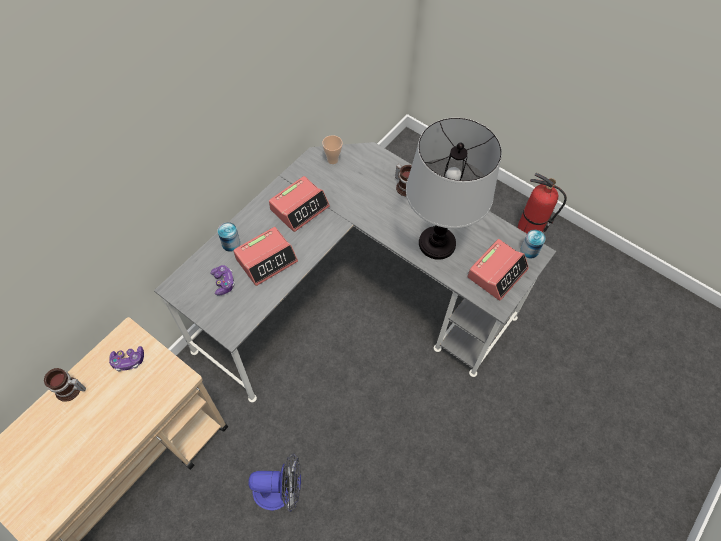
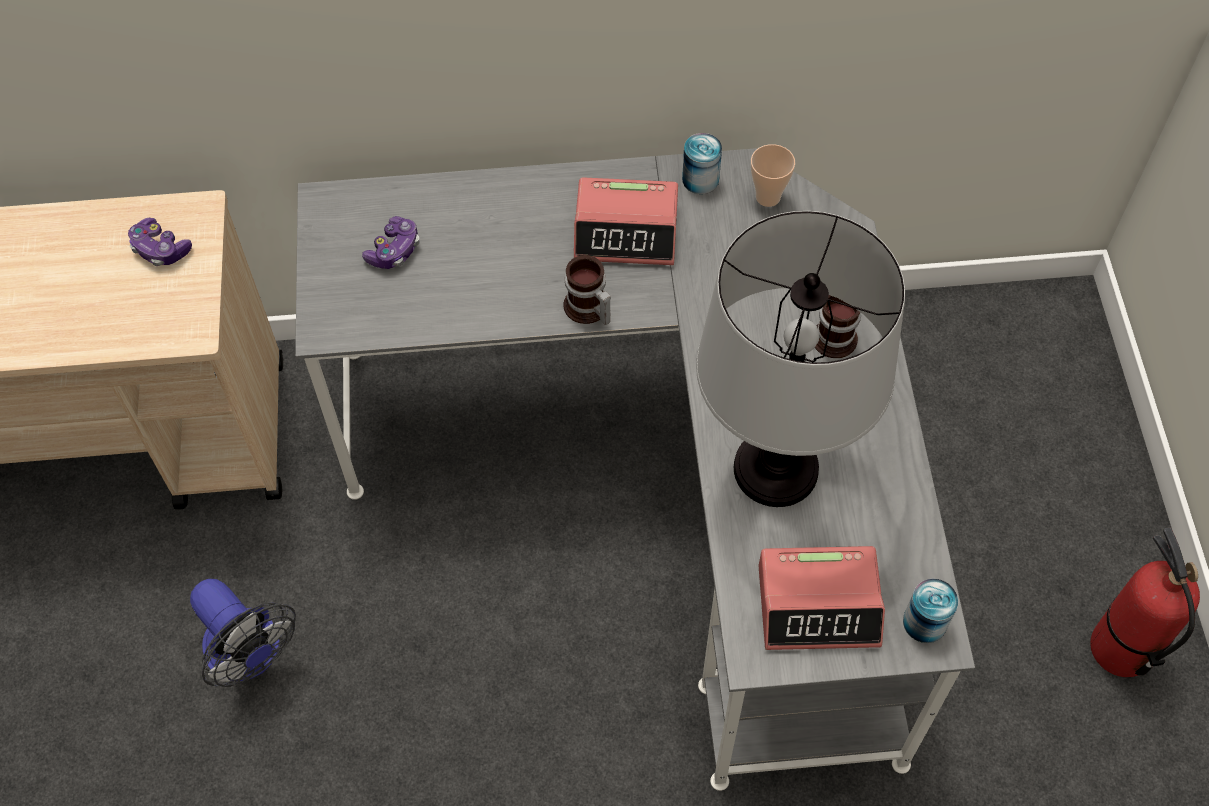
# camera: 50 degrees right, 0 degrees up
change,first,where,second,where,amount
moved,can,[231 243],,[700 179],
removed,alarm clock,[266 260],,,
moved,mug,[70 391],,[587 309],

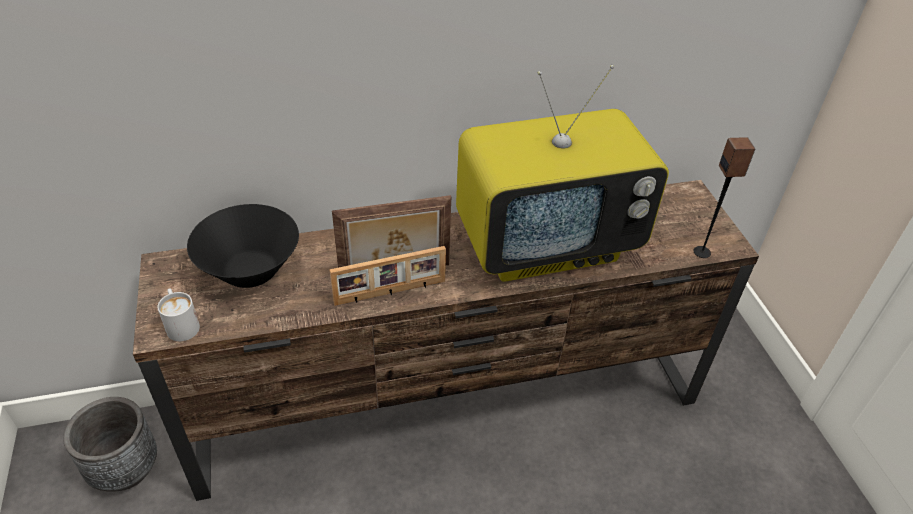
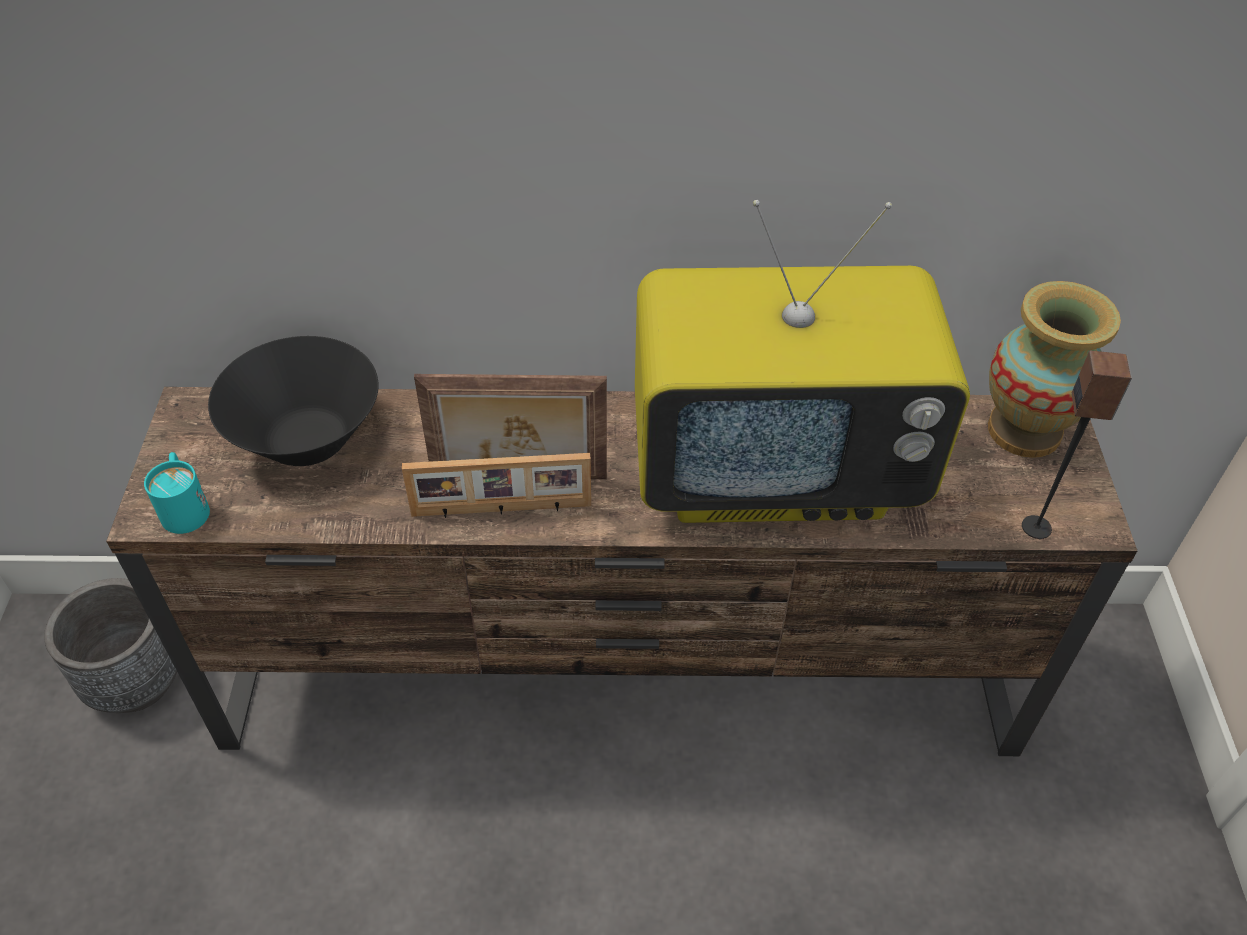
# camera: 15 degrees right, 5 degrees up
change,first,where,second,where,amount
recoloured,white mug,[181 324],turquoise mug,[185 506],
added,,,vase,[1024 431],

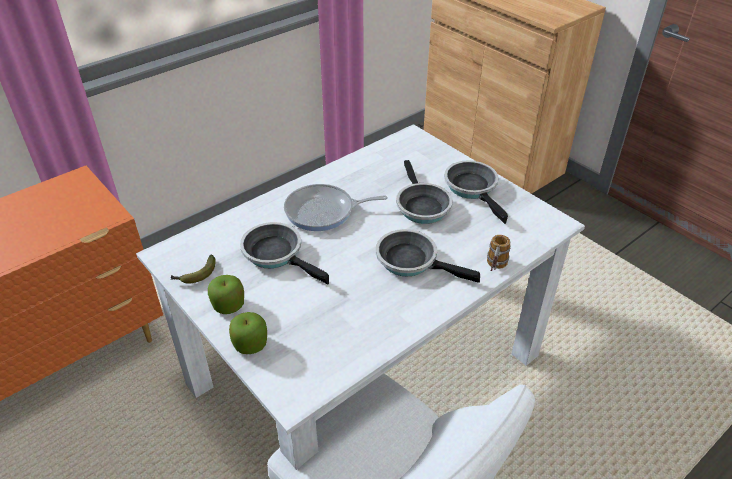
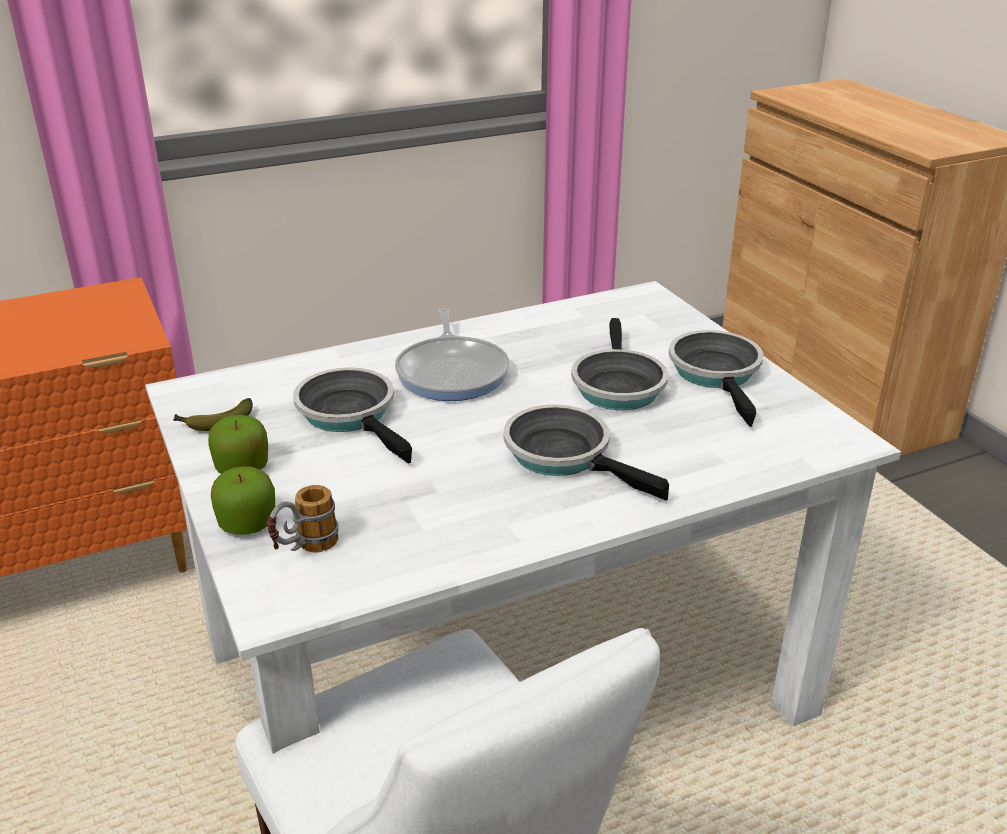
# camera: 15 degrees right, 10 degrees down
change,first,where,second,where,amount
turned,frying pan,[323 212],,[453 372],105 degrees counterclockwise
moved,mug,[495 268],,[304 550],

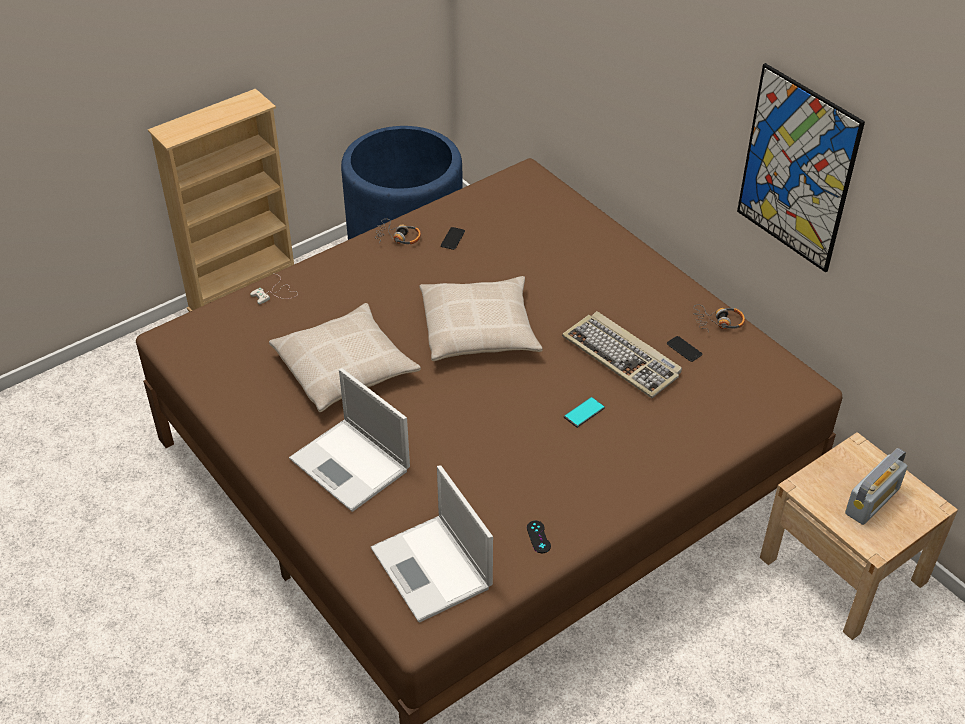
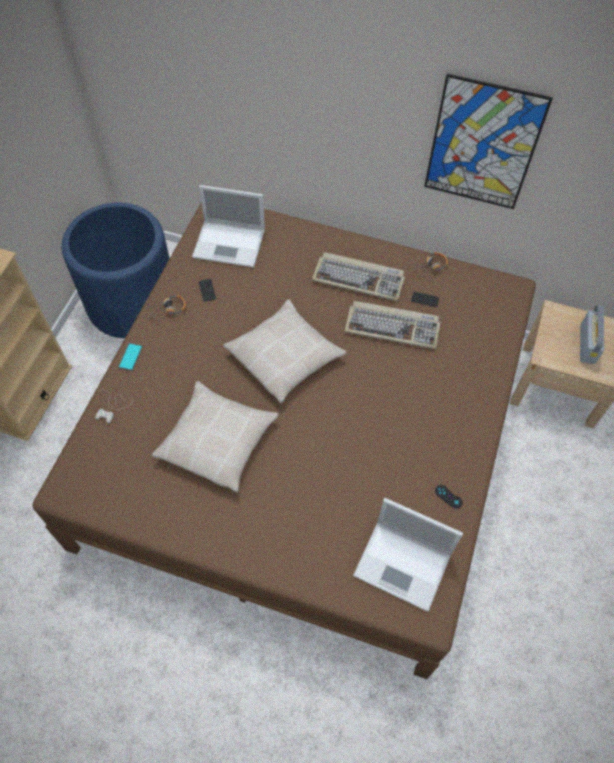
# camera: 35 degrees left, 15 degrees up
change,first,where,second,where,amount
moved,laptop,[351 465],,[230 243],
moved,phone,[584 412],,[130 357],
added,,,keyboard,[359 278],

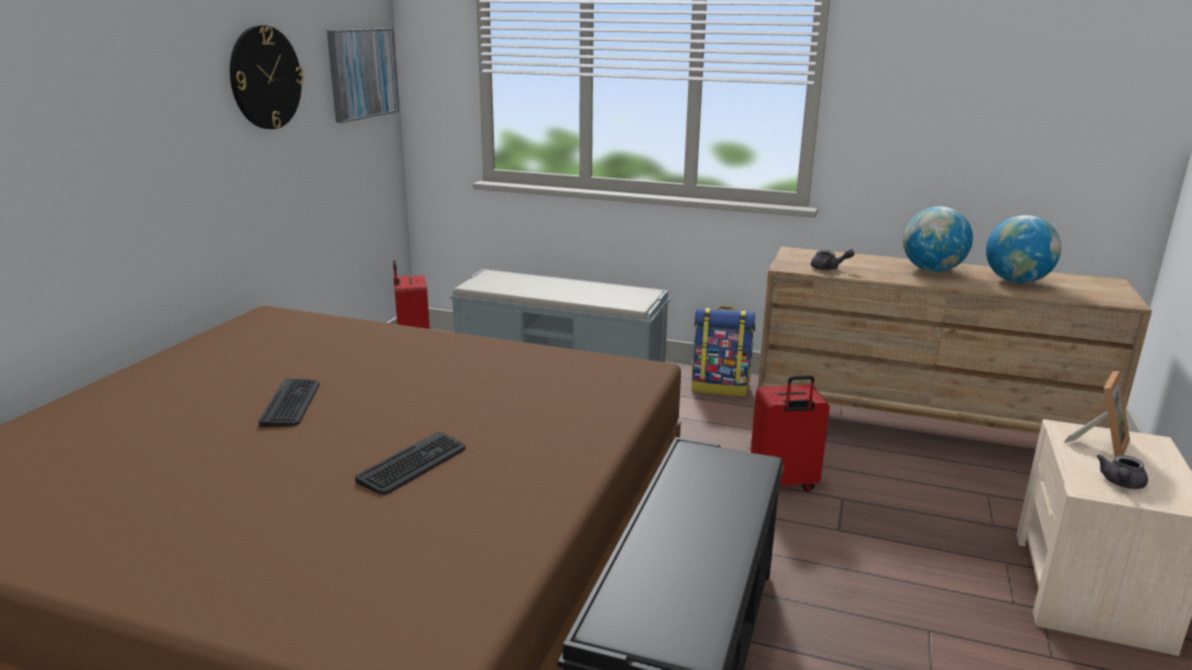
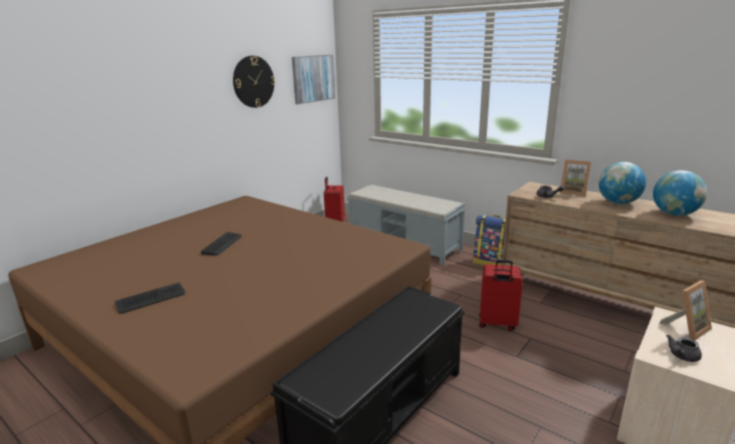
# camera: 20 degrees right, 0 degrees up
change,first,where,second,where,amount
moved,keyboard,[413 464],,[151 299],
added,,,picture frame,[573 192],

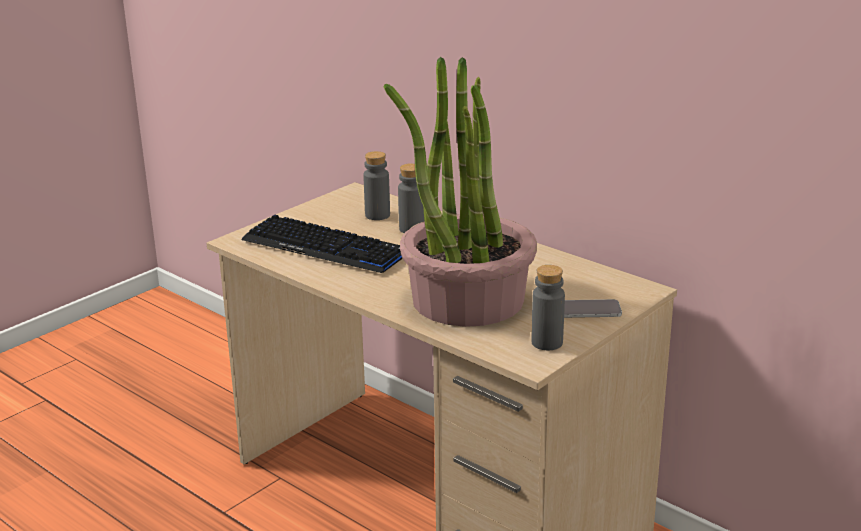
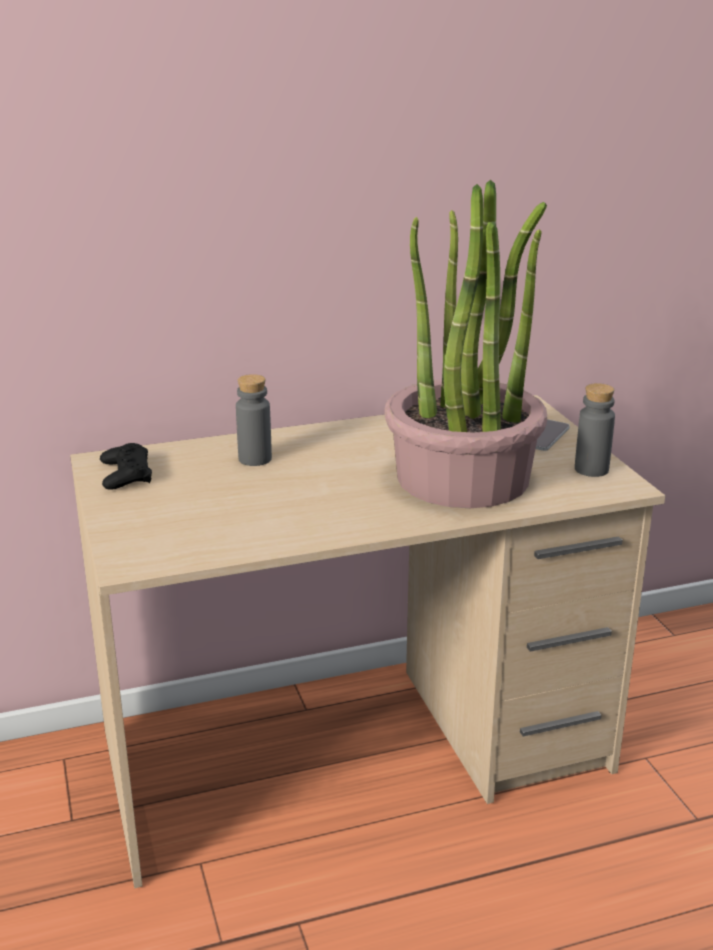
# camera: 60 degrees left, 0 degrees up
change,first,where,second,where,amount
removed,grey bottle,[377 215],,,
removed,keyboard,[326 247],,,
added,,,black game controller,[126 474],

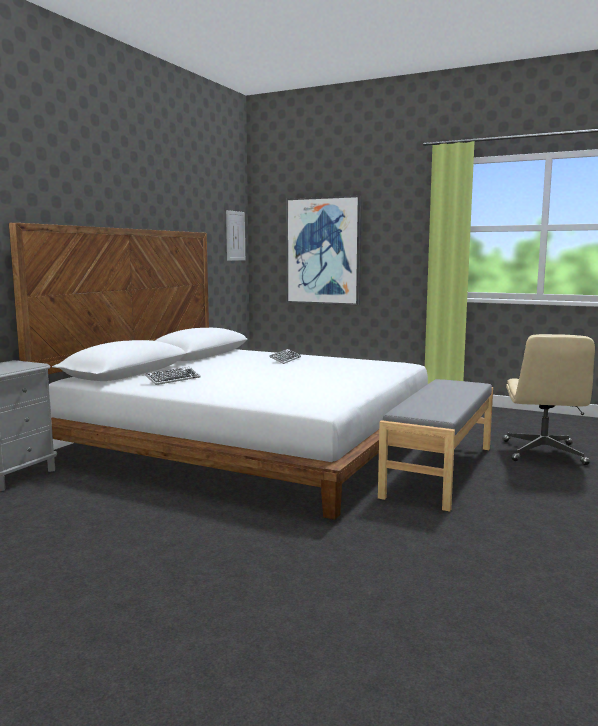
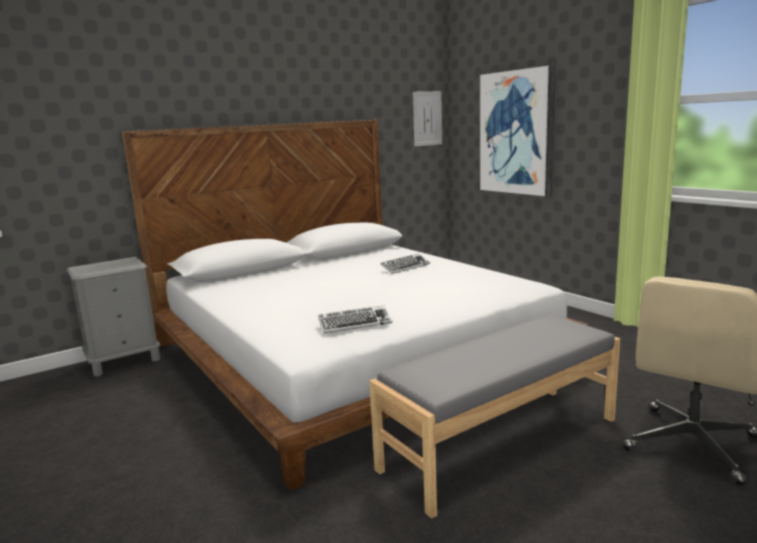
# camera: 30 degrees right, 5 degrees up
change,first,where,second,where,amount
moved,keyboard,[173 379],,[355 324],

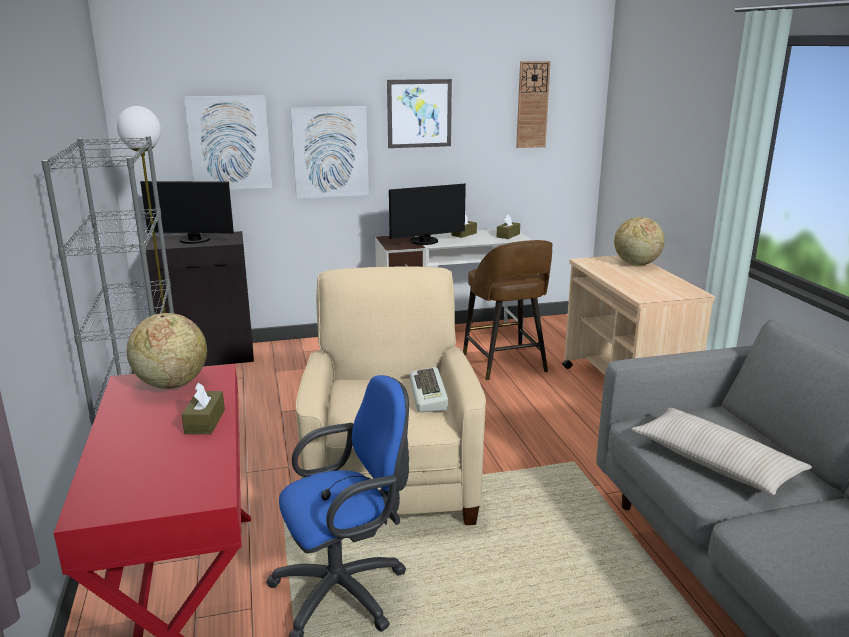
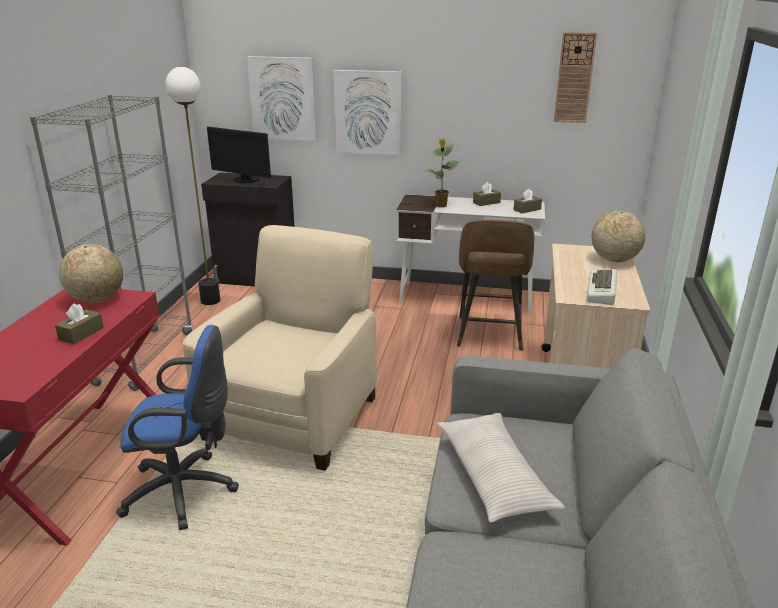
# camera: 25 degrees right, 5 degrees up
change,first,where,second,where,amount
removed,picture,[419 113],,,
replaced,monitor,[425 242],potted plant,[441 206],
moved,keyboard,[430 395],,[602 291],

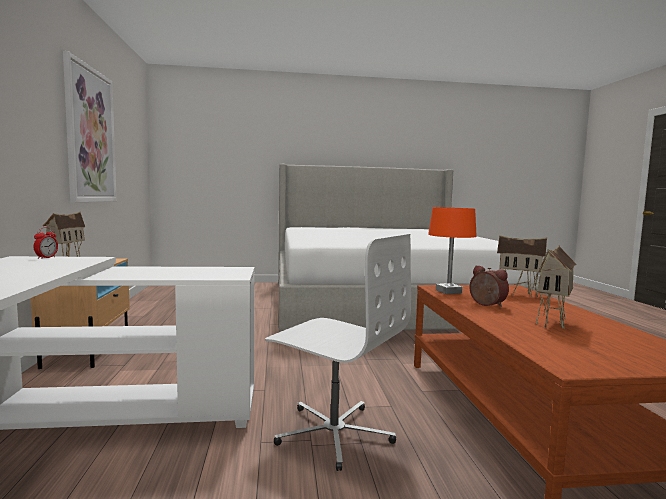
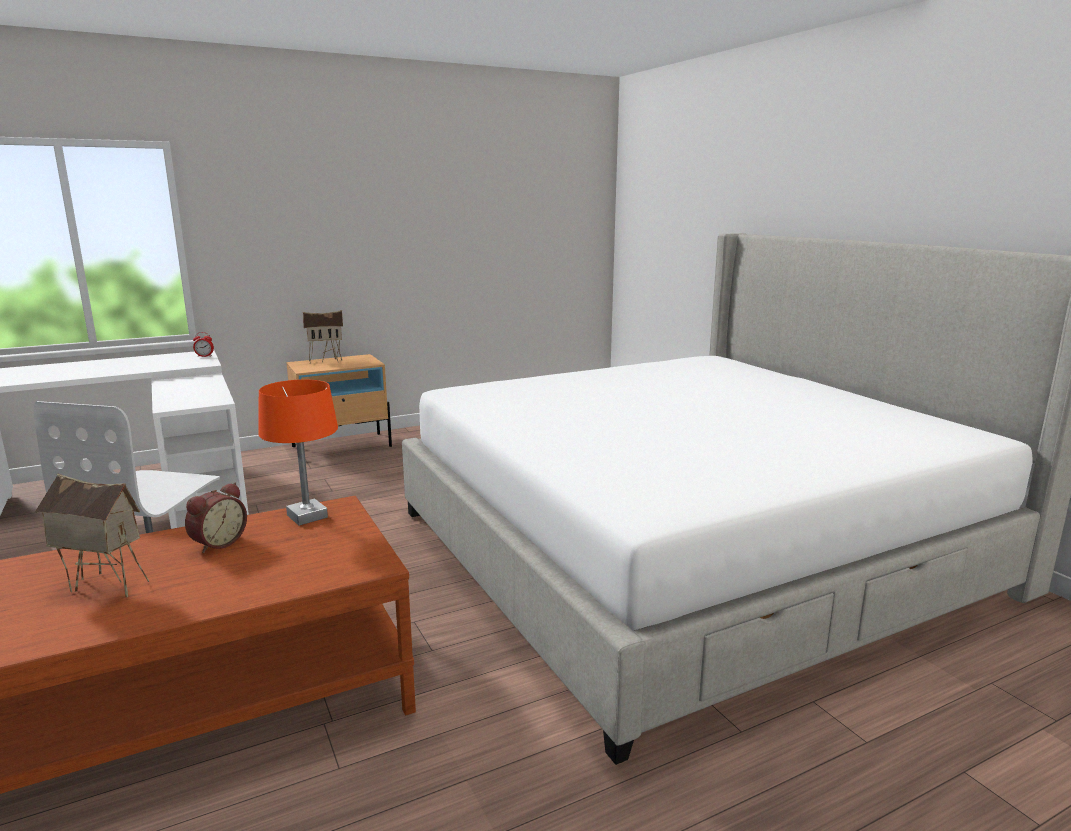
# camera: 70 degrees right, 10 degrees up
change,first,where,second,where,amount
removed,picture,[90 135],,,
removed,toy house,[518 294],,,

